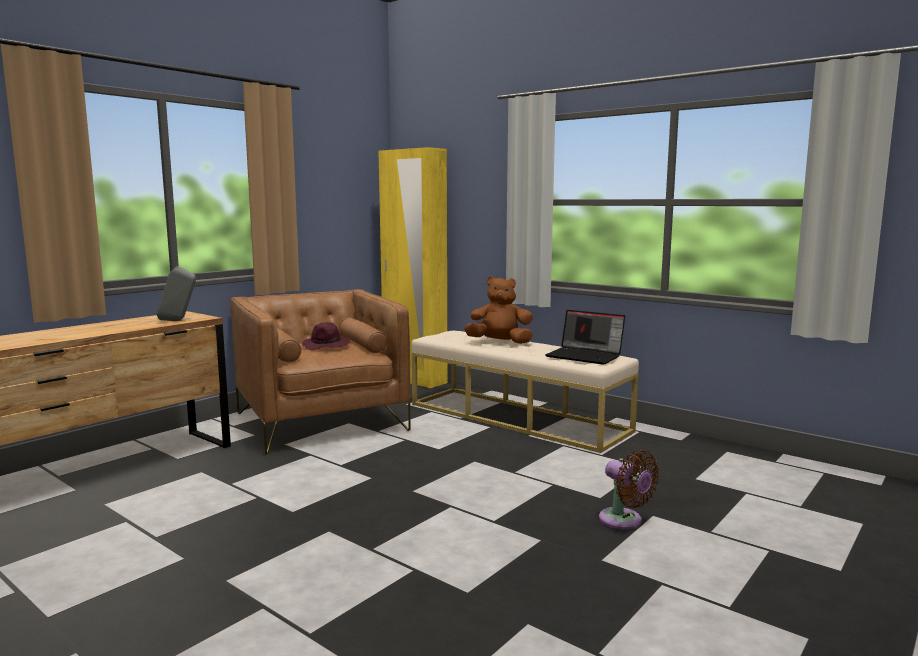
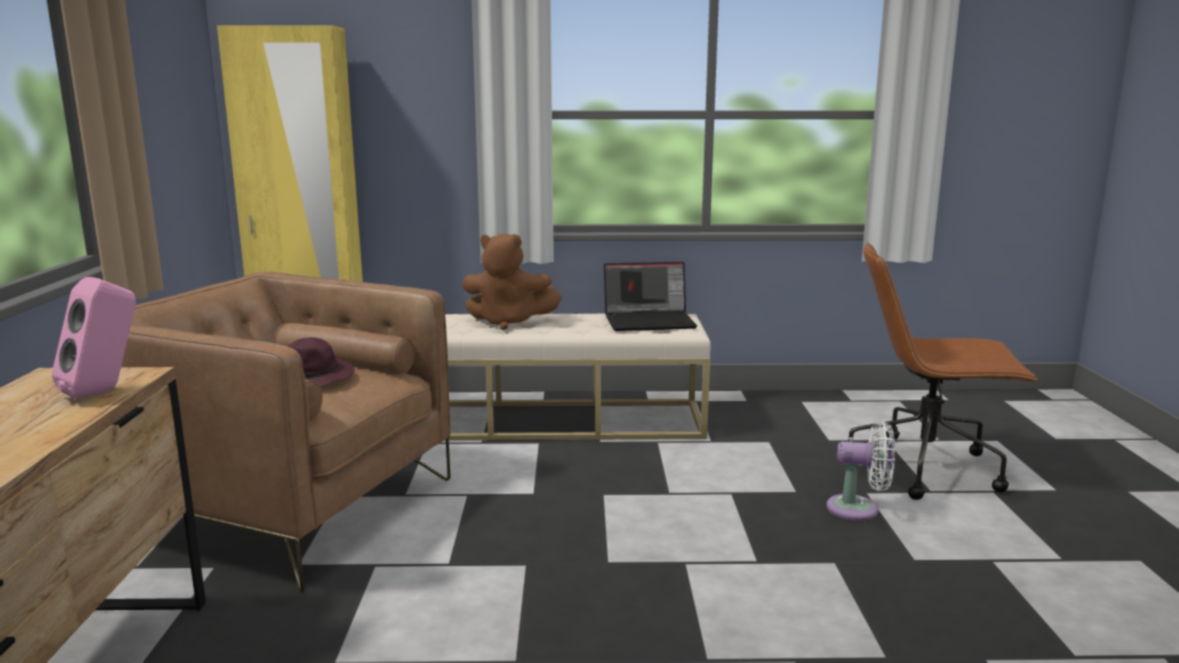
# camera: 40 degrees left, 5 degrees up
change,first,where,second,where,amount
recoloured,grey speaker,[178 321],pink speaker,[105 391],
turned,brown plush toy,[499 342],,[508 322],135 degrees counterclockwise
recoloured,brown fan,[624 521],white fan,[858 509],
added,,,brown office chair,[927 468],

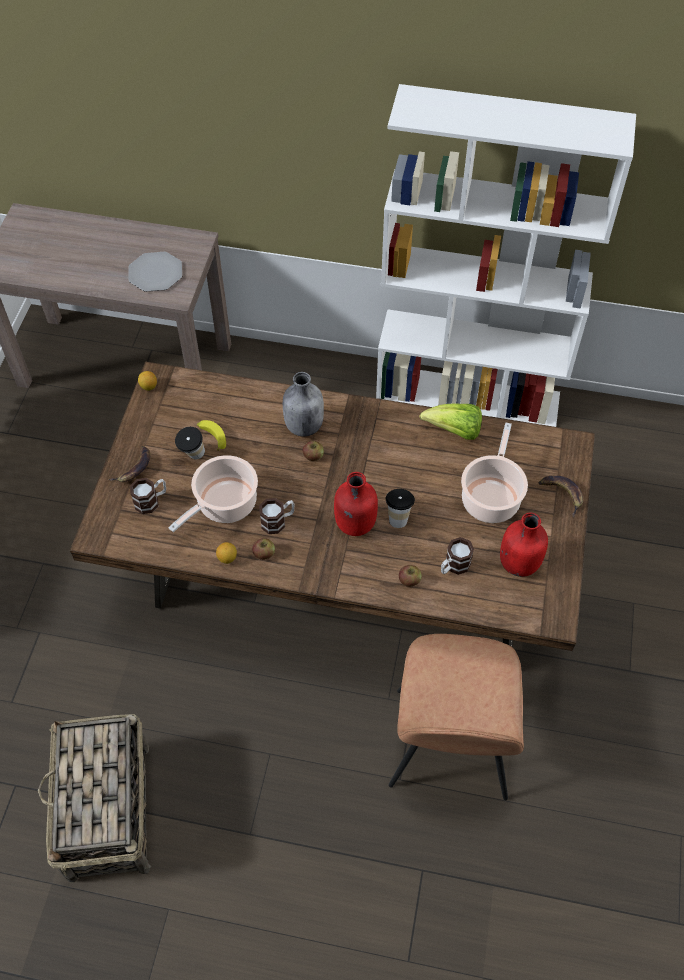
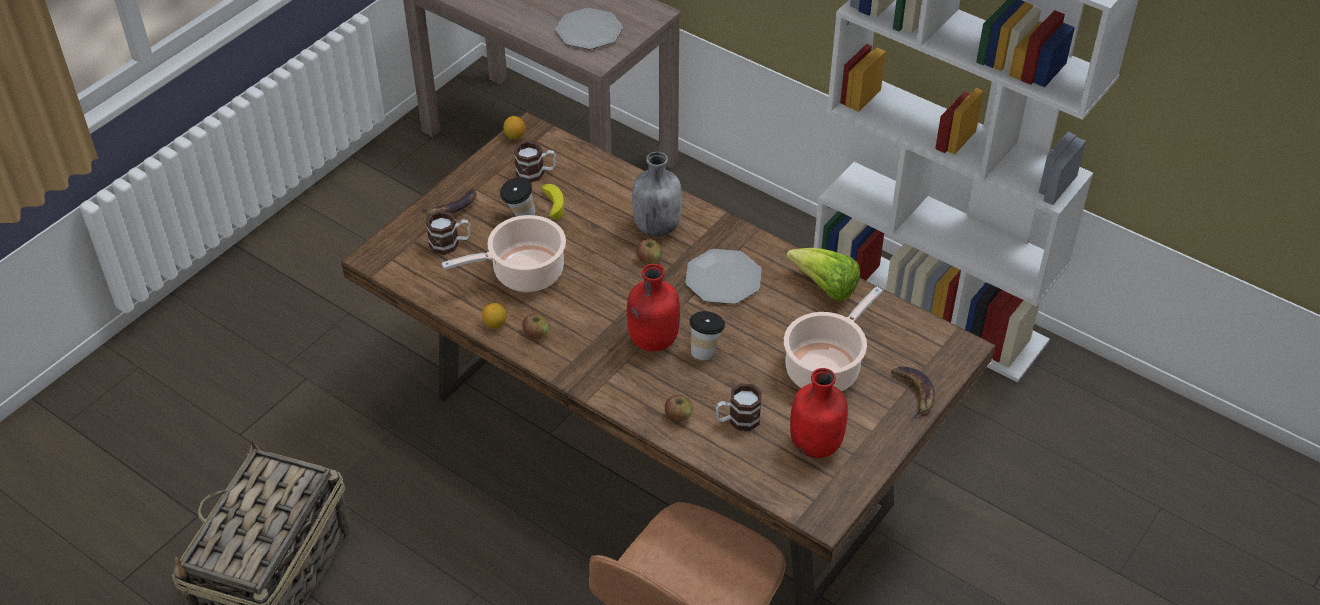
# camera: 25 degrees right, 10 degrees down
change,first,where,second,where,amount
moved,mug,[278 521],,[536 173],
added,,,plate,[723 278],

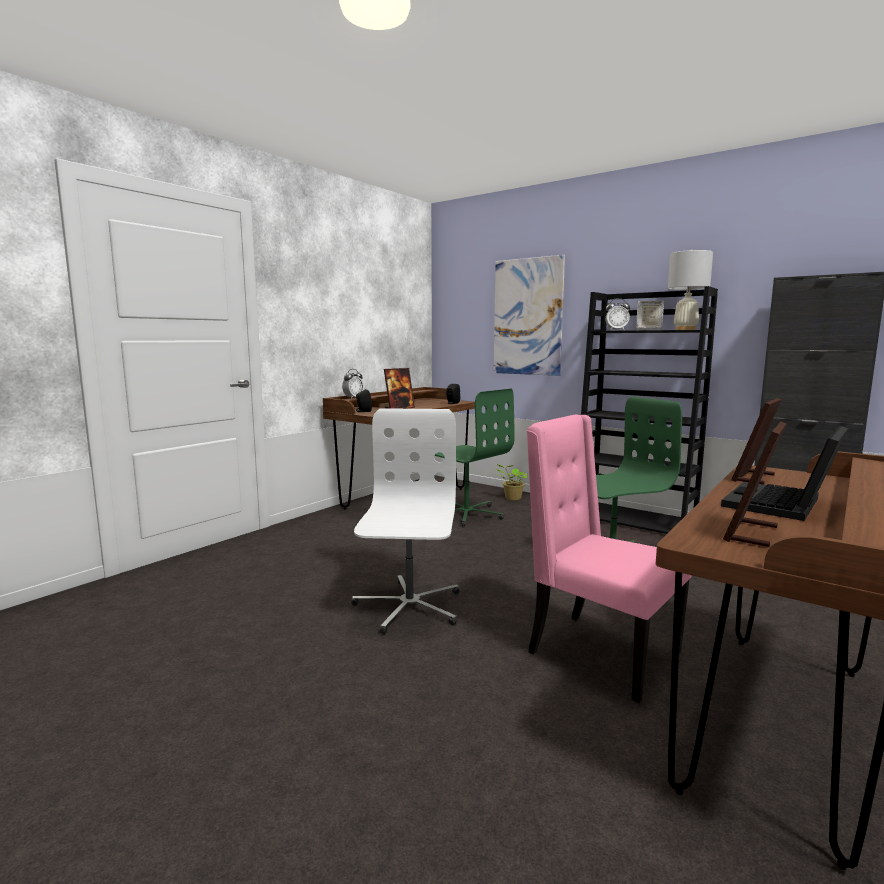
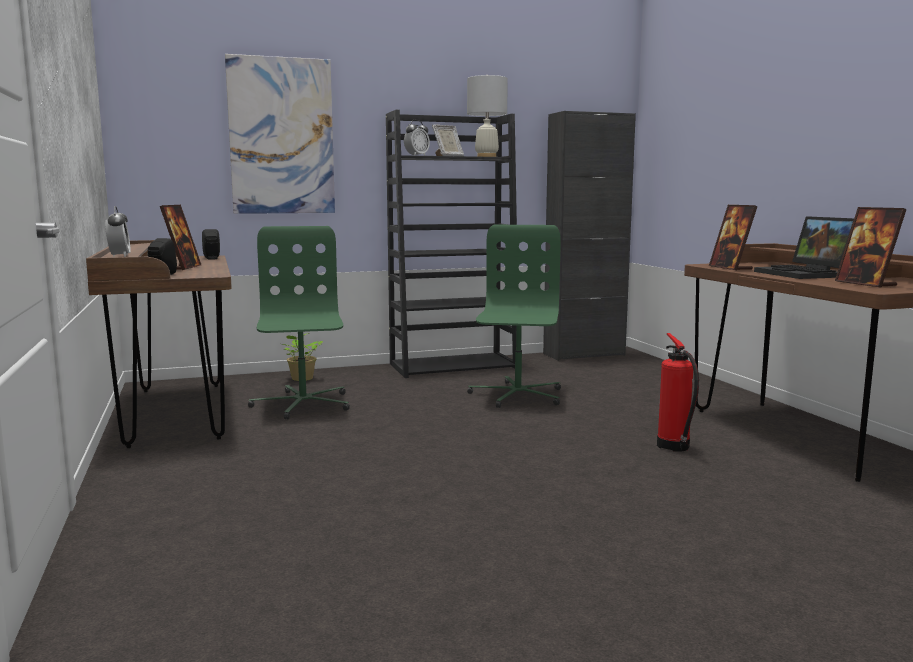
# camera: 55 degrees left, 0 degrees up
change,first,where,second,where,amount
turned,green office chair,[466 514],,[302 404],90 degrees counterclockwise
removed,white office chair,[408 607],,,
replaced,pink chair,[599 653],fire extinguisher,[674 447],

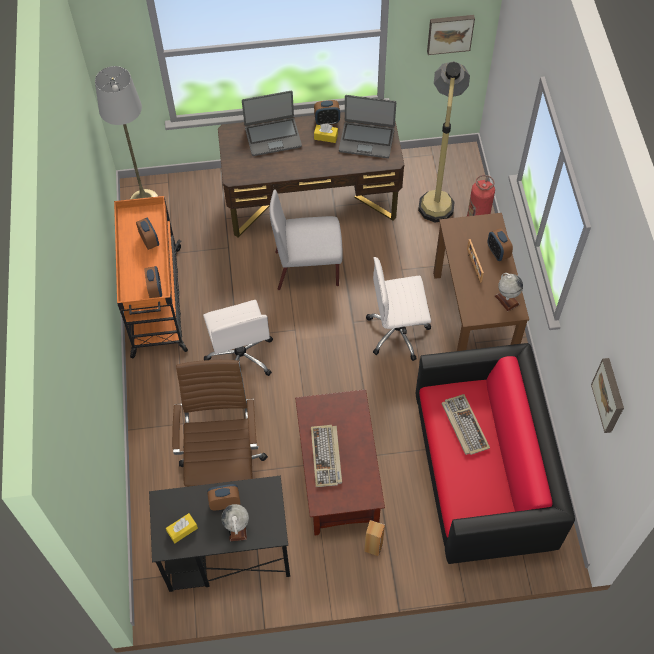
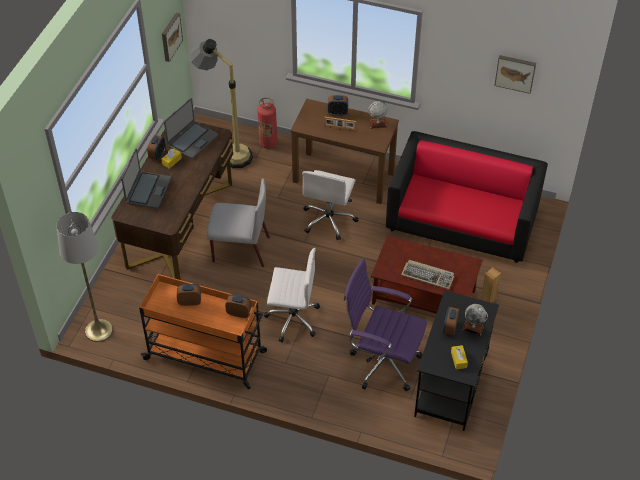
# camera: 65 degrees left, 10 degrees down
change,first,where,second,where,amount
turned,grey chair,[308 268],,[240 249],105 degrees counterclockwise
recoloured,brown office chair,[224 469],purple office chair,[381 363],
removed,keyboard,[464 425],,,

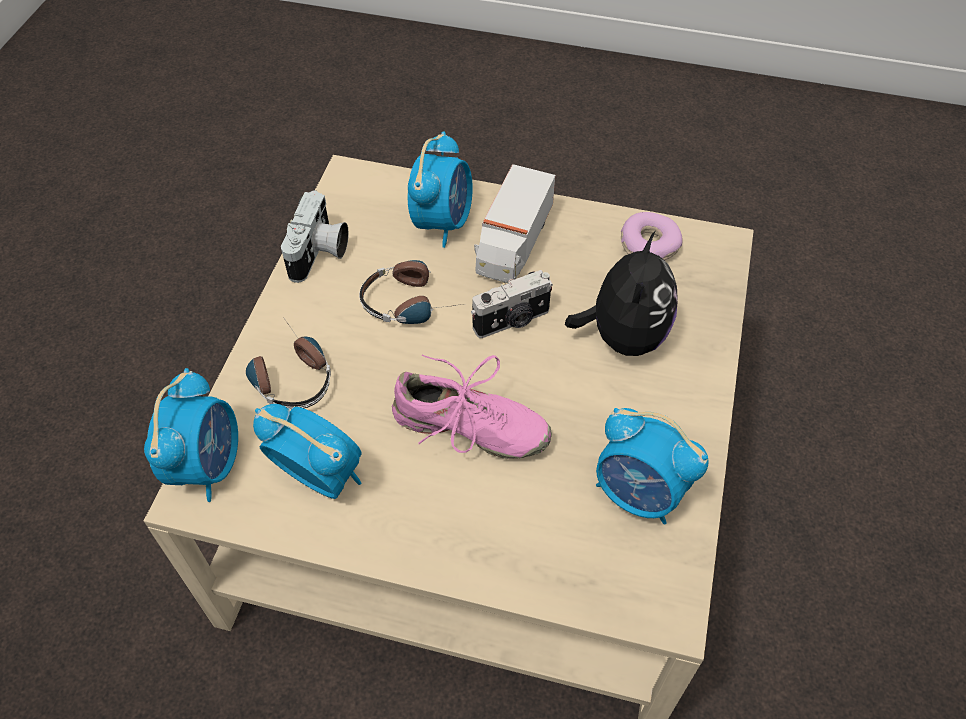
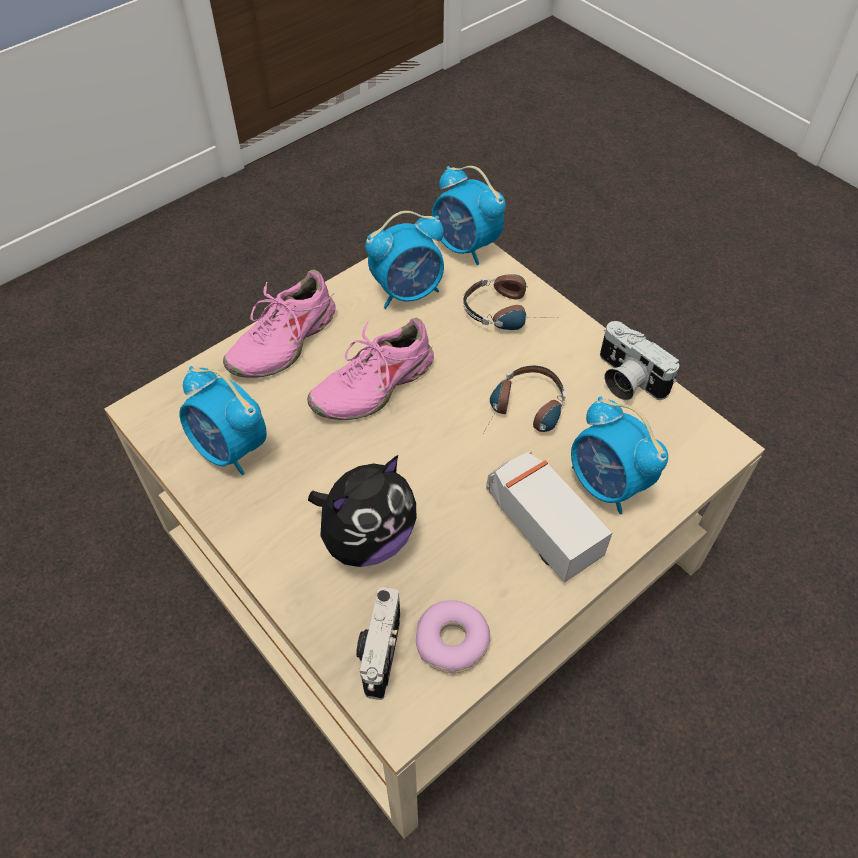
# camera: 125 degrees right, 0 degrees up
change,first,where,second,where,amount
turned,plush toy,[623 336],,[367 538],90 degrees counterclockwise
moved,photo camera,[512 321],,[379 652],
turned,alarm clock,[639 494],,[230 449],120 degrees counterclockwise
added,,,pink shoe,[283 341],

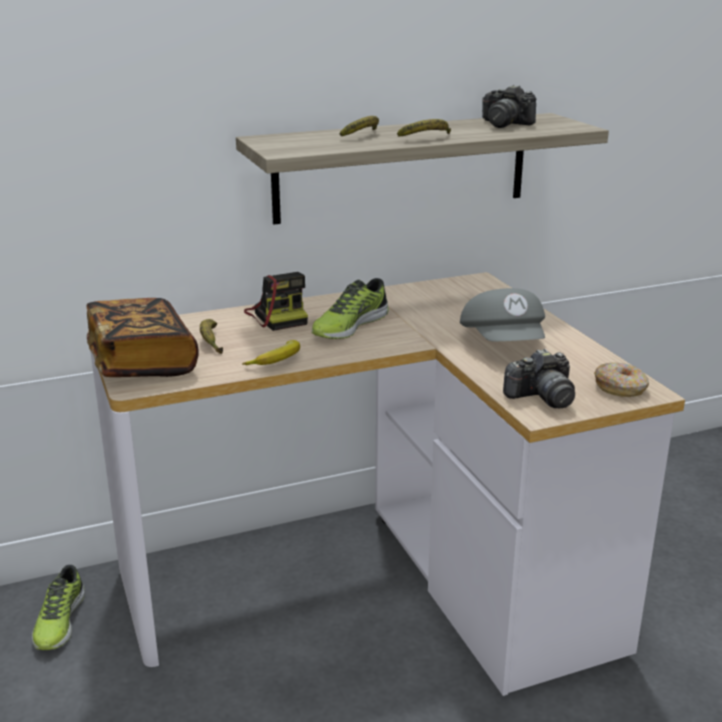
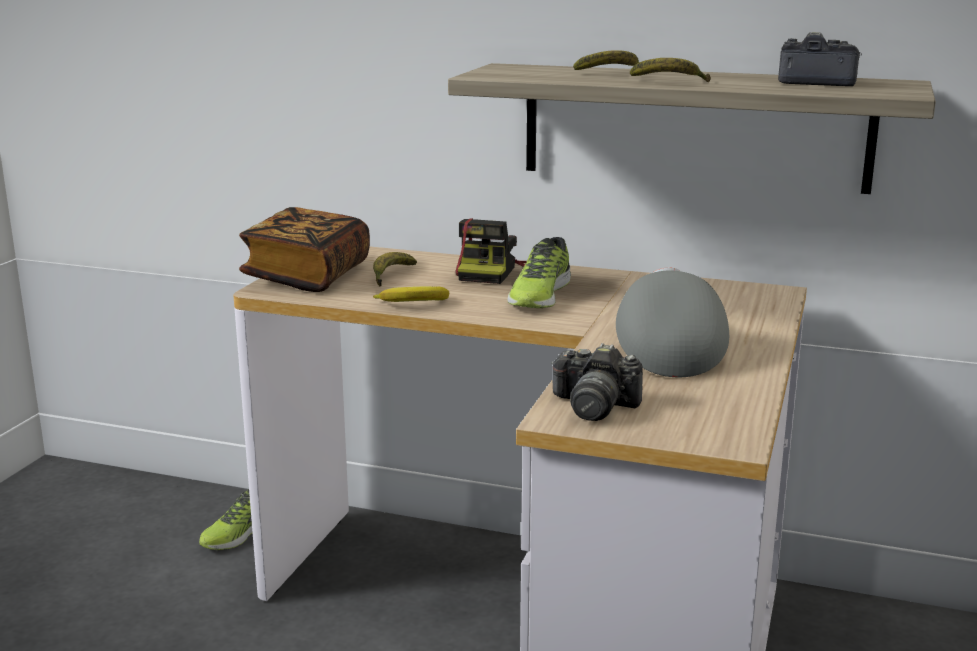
# camera: 40 degrees right, 5 degrees down
change,first,where,second,where,amount
turned,photo camera,[505 124],,[814 82],120 degrees clockwise
turned,shoe,[349 326],,[539 295],60 degrees counterclockwise
turned,grey cap,[504 343],,[666 352],150 degrees clockwise
removed,donut,[621 388],,,

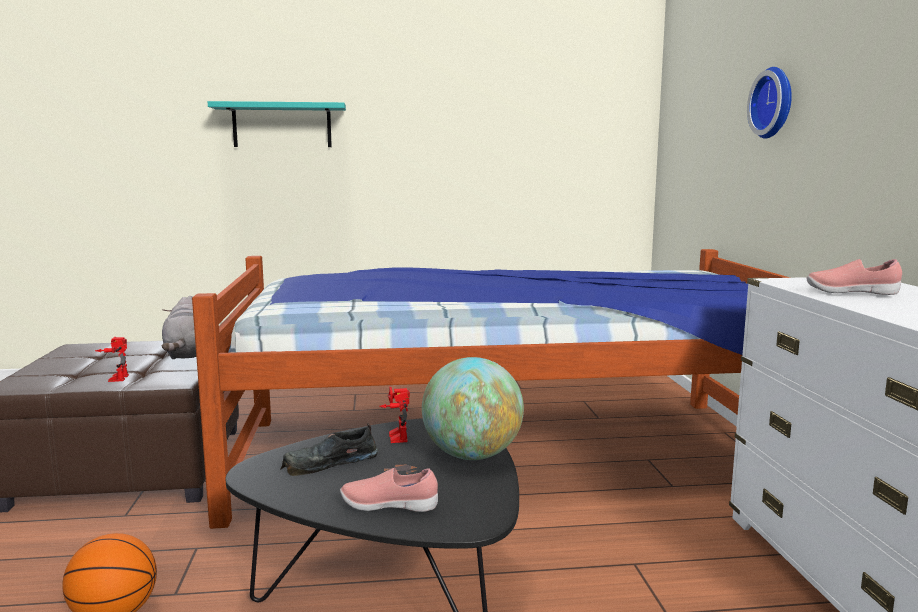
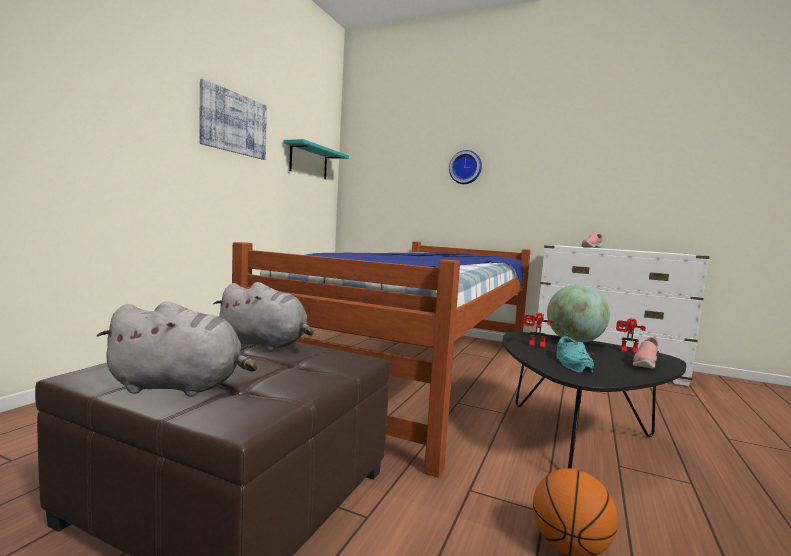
# camera: 60 degrees left, 5 degrees down
change,first,where,second,where,amount
moved,turquoise shelf,[282 126],,[308 161],
moved,toy robot,[116 378],,[628 352],
recoloured,black shoe,[329 463],turquoise shoe,[573 362],
added,,,picture,[234 123],
added,,,grey plush toy,[181 387],

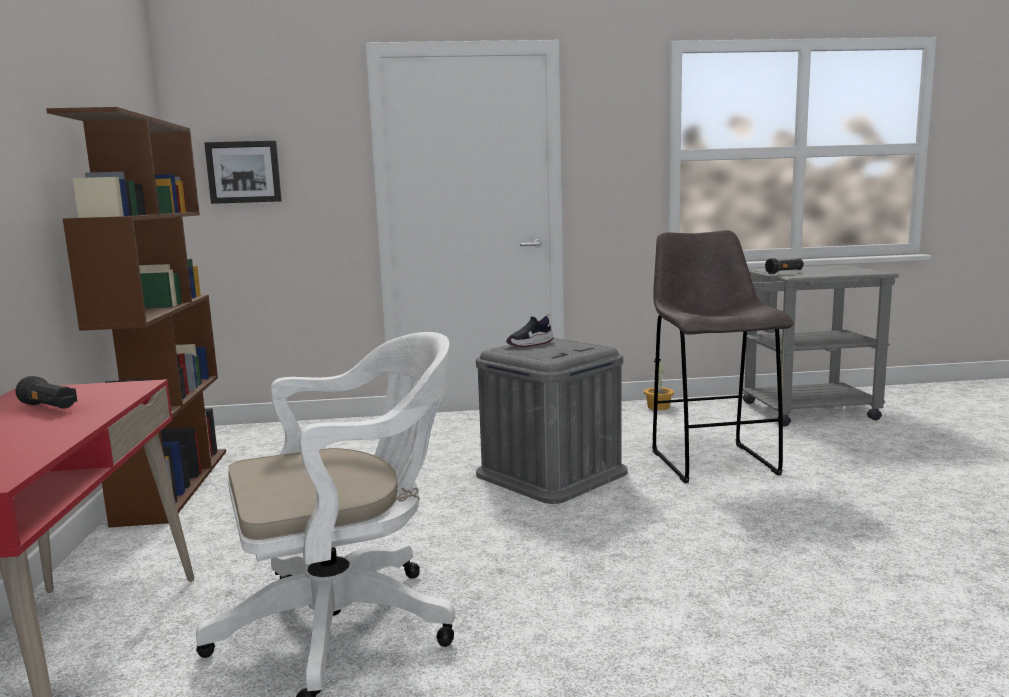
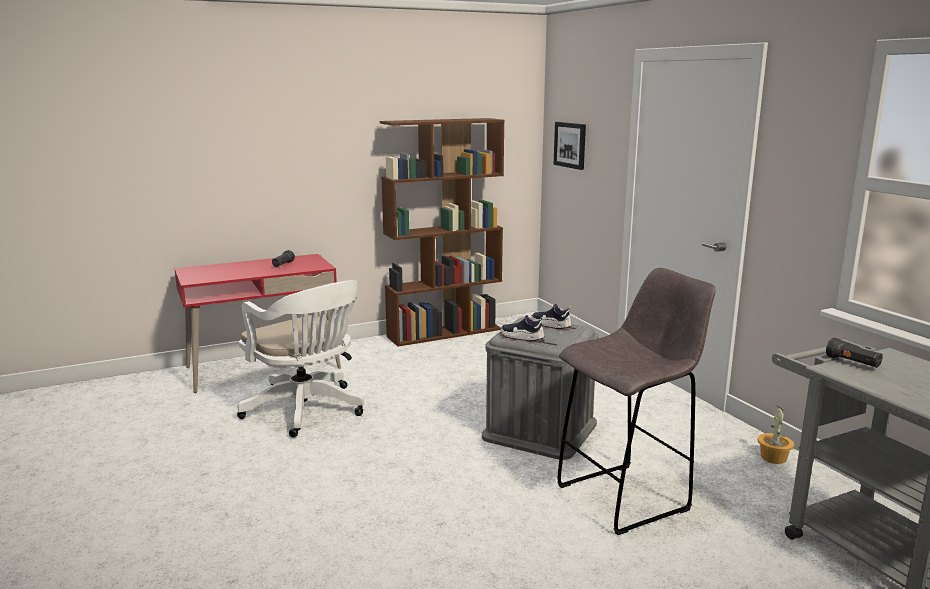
# camera: 70 degrees right, 5 degrees up
change,first,where,second,where,amount
added,,,shoe,[522 337],

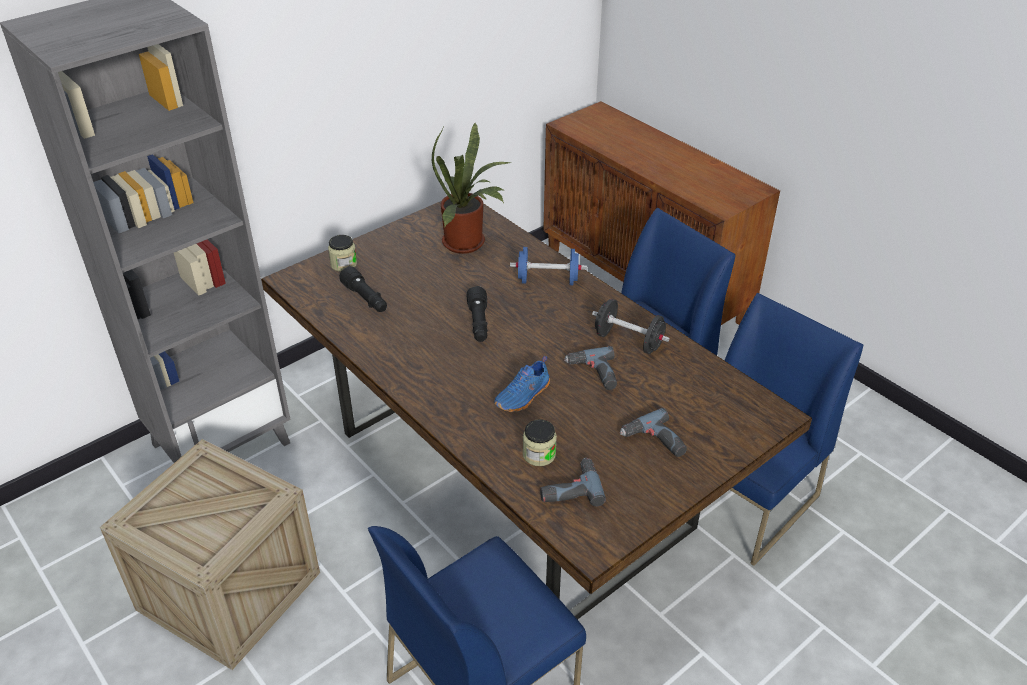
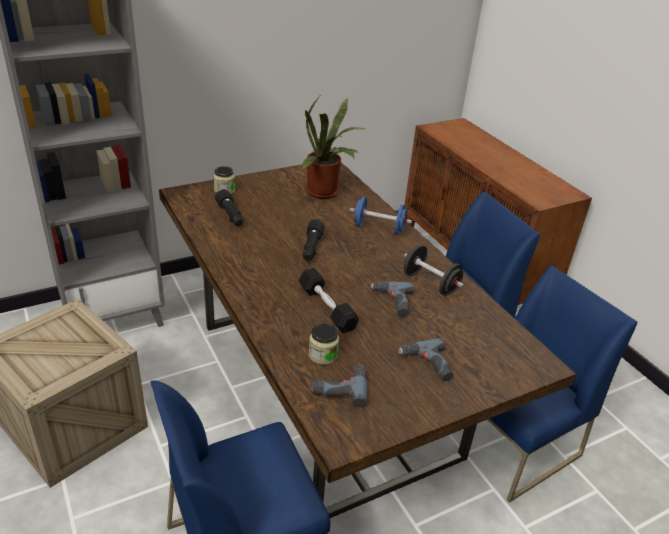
# camera: 10 degrees right, 5 degrees down
change,first,where,second,where,amount
replaced,blue shoe,[523 396],black dumbbell,[327 308],

